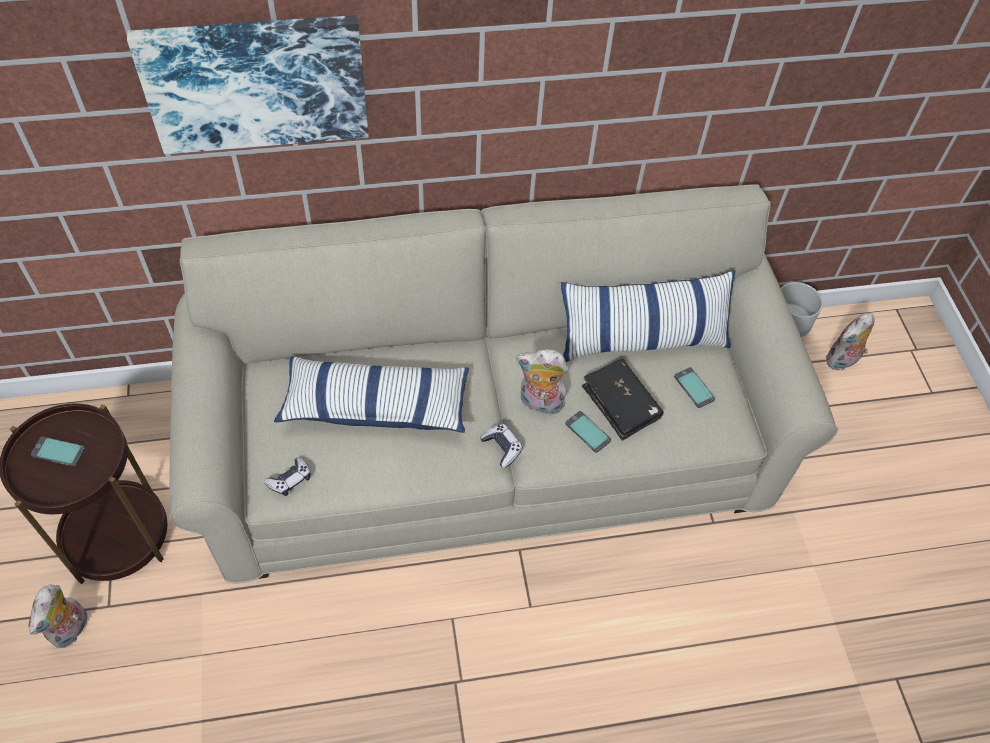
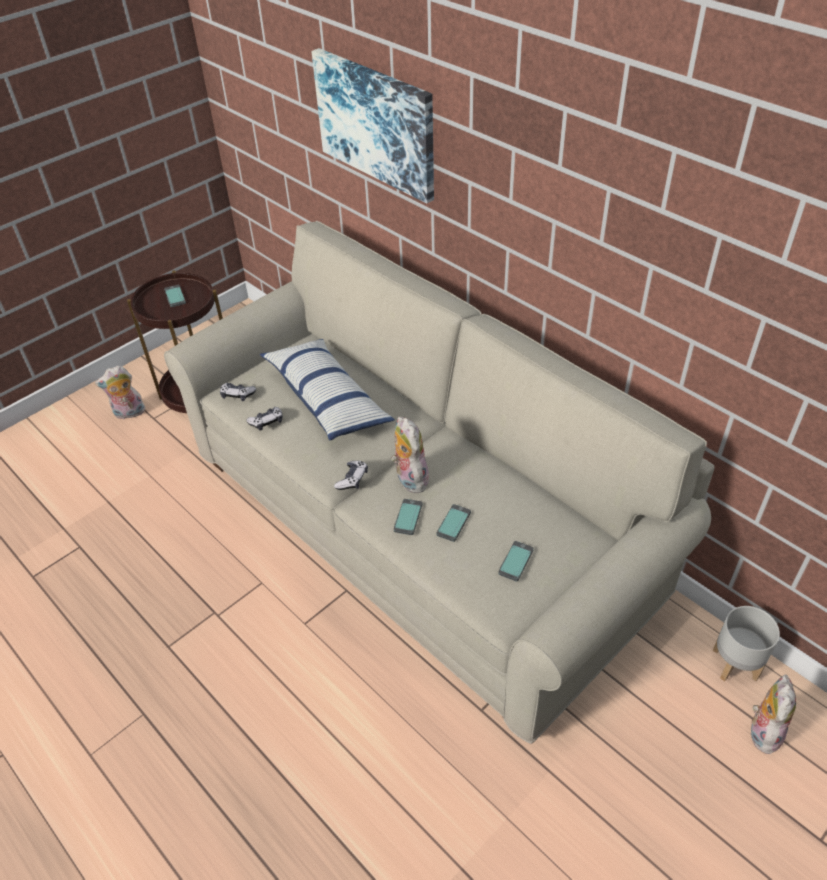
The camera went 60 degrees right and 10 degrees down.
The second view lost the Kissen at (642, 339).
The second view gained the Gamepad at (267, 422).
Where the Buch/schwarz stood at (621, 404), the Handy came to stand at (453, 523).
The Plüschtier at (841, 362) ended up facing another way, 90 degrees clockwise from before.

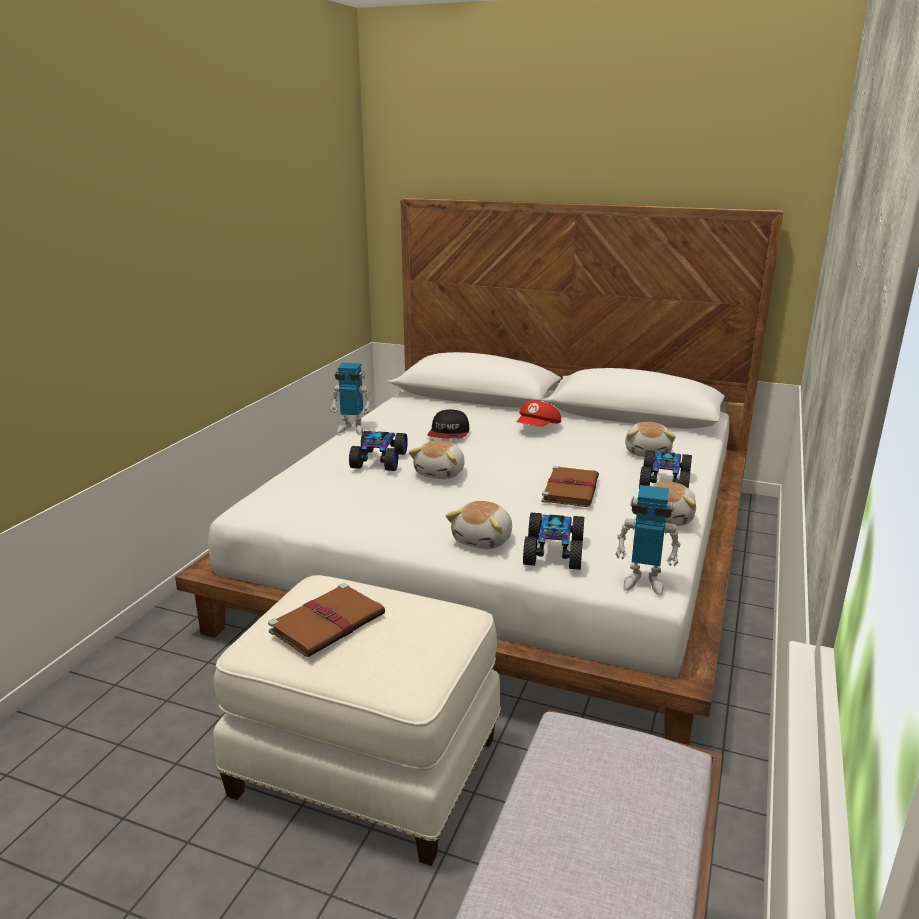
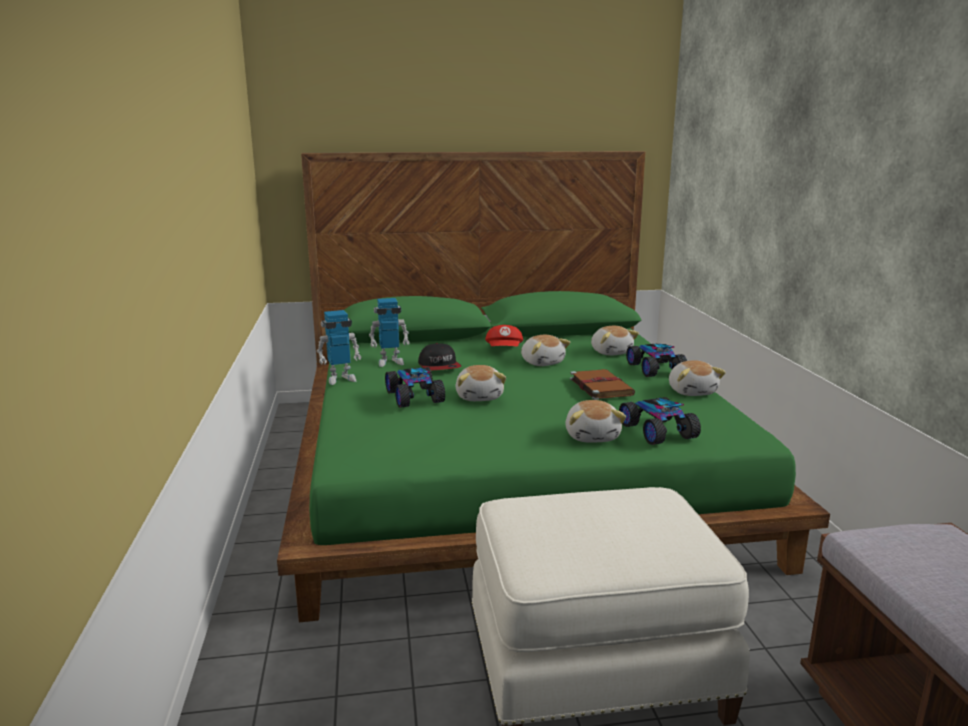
The camera went 30 degrees left and 5 degrees down.
The second view lost the Buch/braun at (329, 622).
The second view gained the Plüschtier at (542, 362).
The Spielzeugroboter ended up elsewhere, having gone from (644, 582) to (390, 362).
What was the Bett/weiß at (507, 554) turned into the Bett/grün at (510, 469).

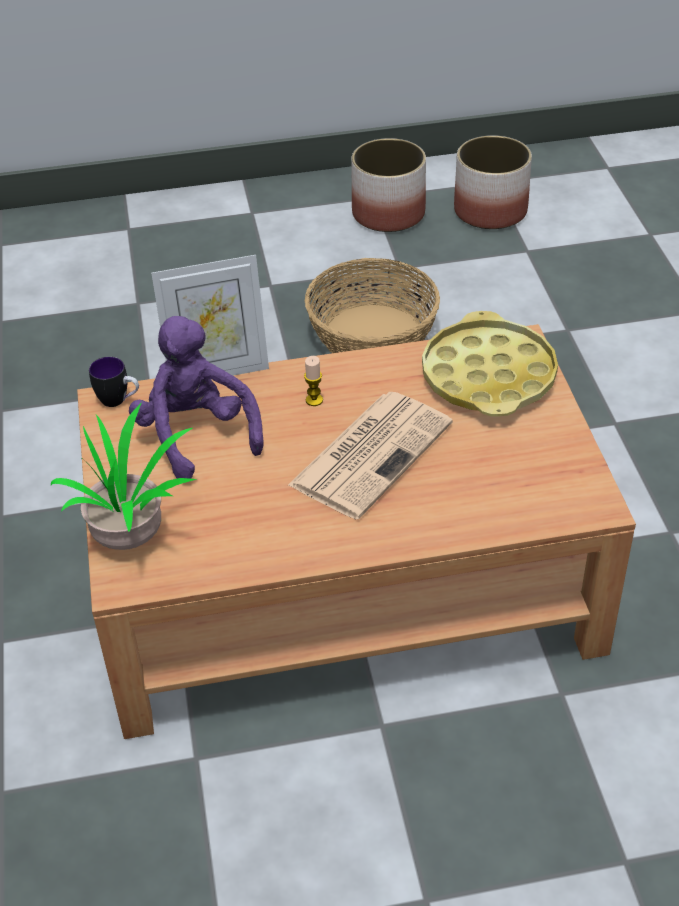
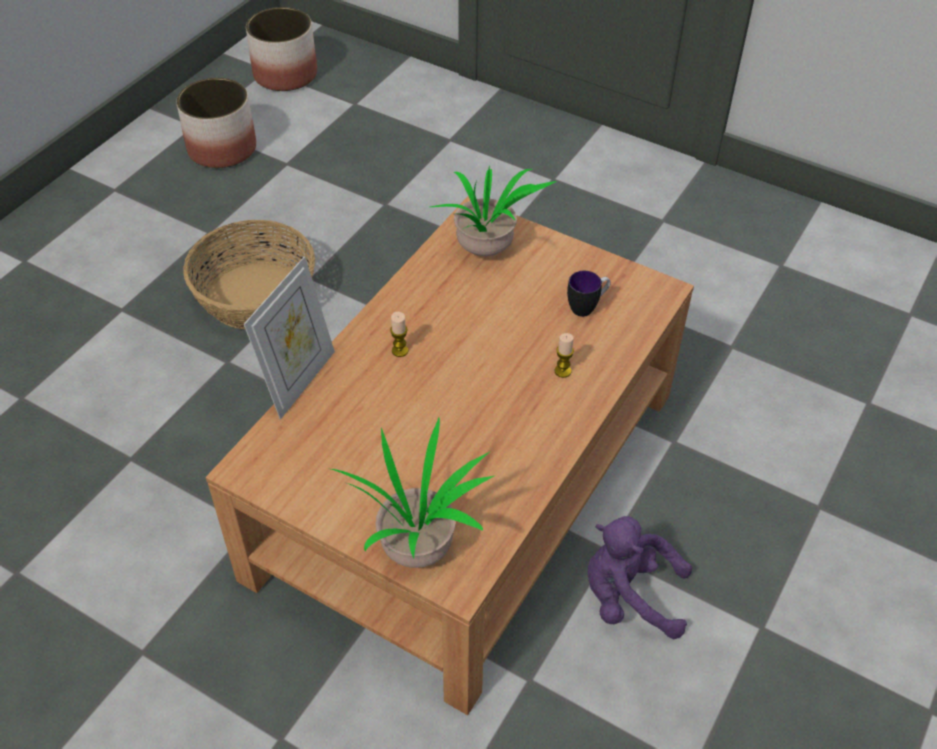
The camera went 50 degrees left and 5 degrees up.
The second view lost the Zeitung at (372, 452).
The second view gained the Kerze at (562, 371).
The Henkelbecher ended up elsewhere, having gone from (119, 401) to (587, 307).
The Plüschtier/lila ended up elsewhere, having gone from (196, 435) to (629, 597).
The Pflanzkübel ended up elsewhere, having gone from (388, 213) to (285, 75).
Where the Tablett/gelb stood at (488, 376), the Topfpflanze came to stand at (487, 252).

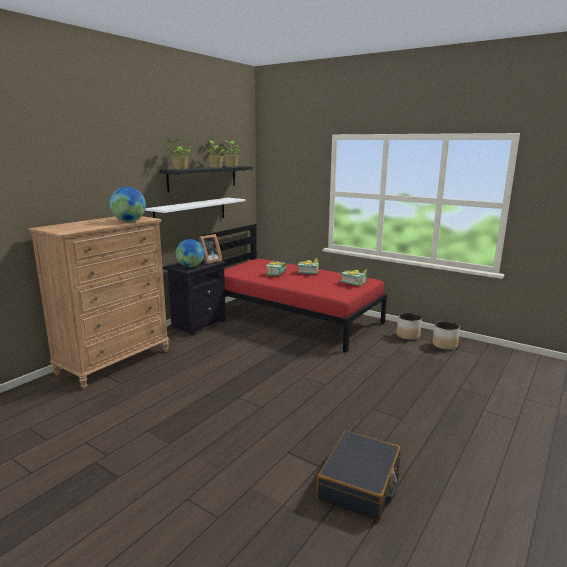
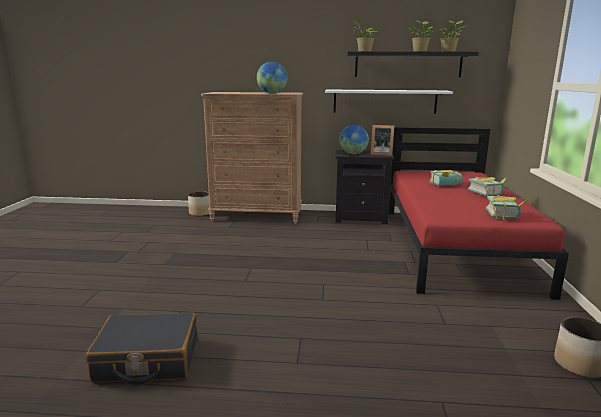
The camera went 60 degrees right and 0 degrees up.
The Pflanzkübel ended up elsewhere, having gone from (408, 336) to (200, 213).

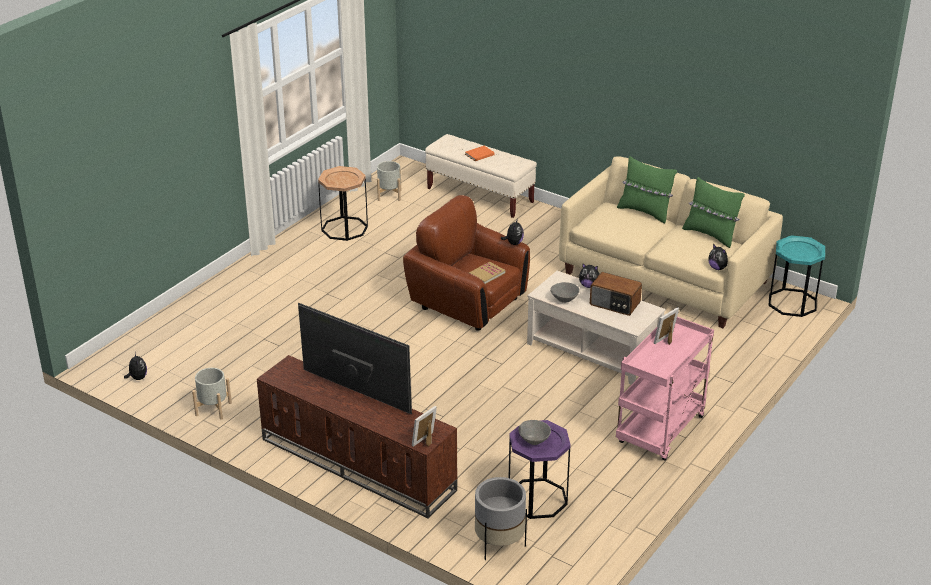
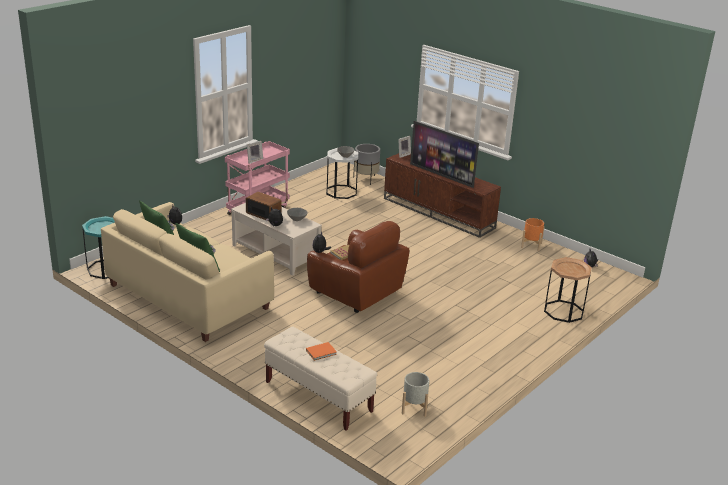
The camera went 175 degrees left and 5 degrees down.
The Beistelltisch/braun ended up elsewhere, having gone from (344, 228) to (563, 311).
What was the Pflanzkübel/grau at (213, 409) turned into the Pflanzkübel/orange at (531, 245).
What was the Beistelltisch/lila at (537, 498) turned into the Beistelltisch/weiß at (341, 192).

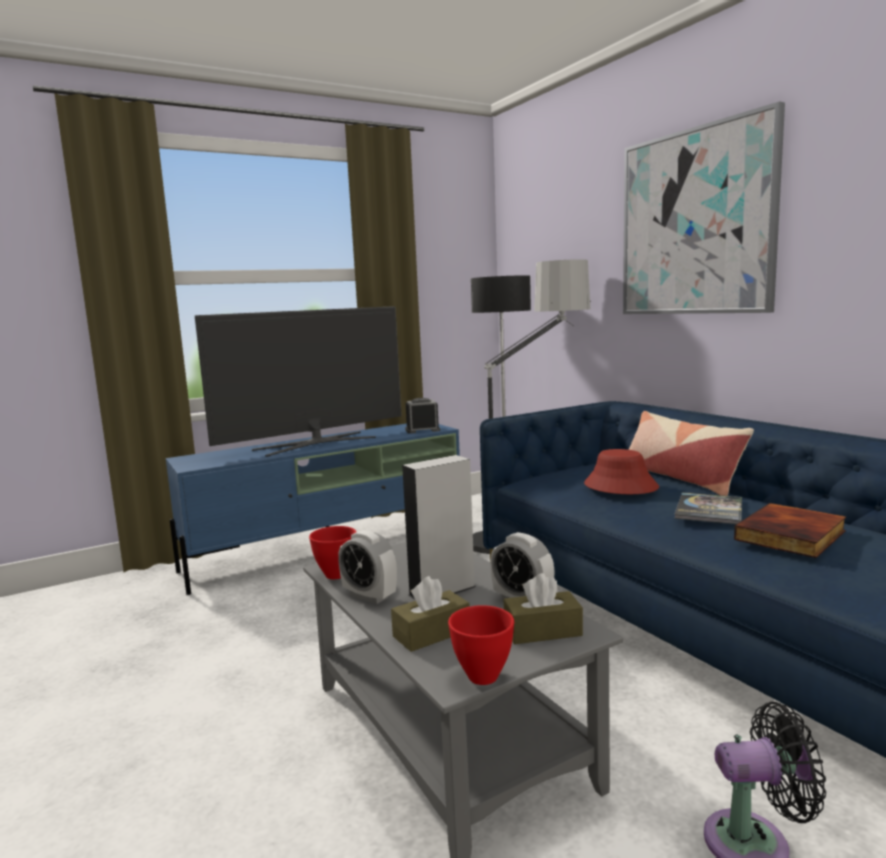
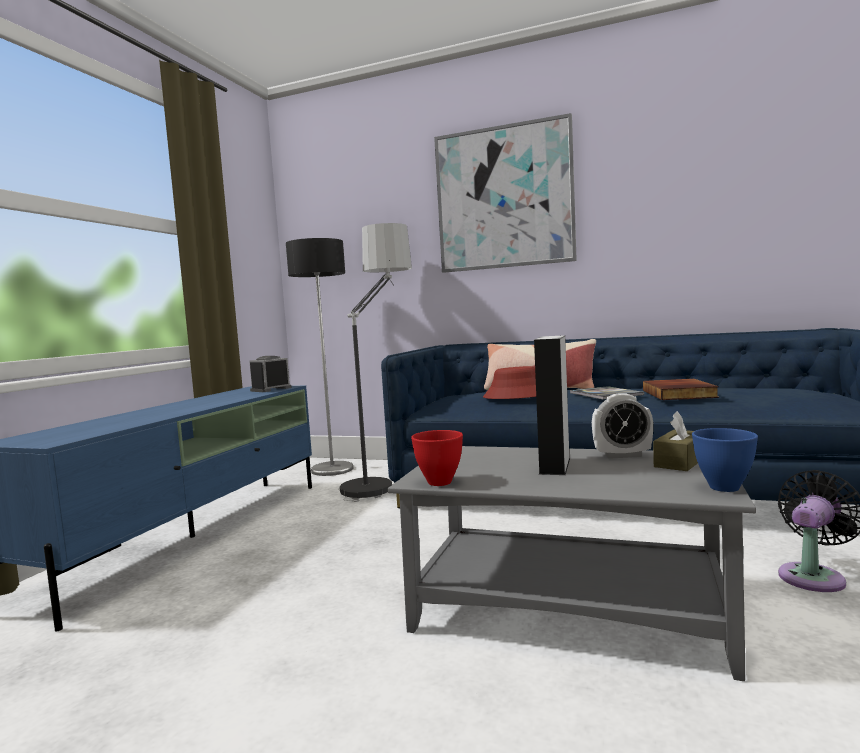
The camera went 40 degrees left and 5 degrees down.
The second view lost the Fernseher at (316, 443).
The second view lost the Wecker at (369, 596).
The second view lost the Taschentuchbox/braun at (431, 633).
What was the Schüssel/rot at (484, 677) turned into the Schüssel/blau at (725, 487).

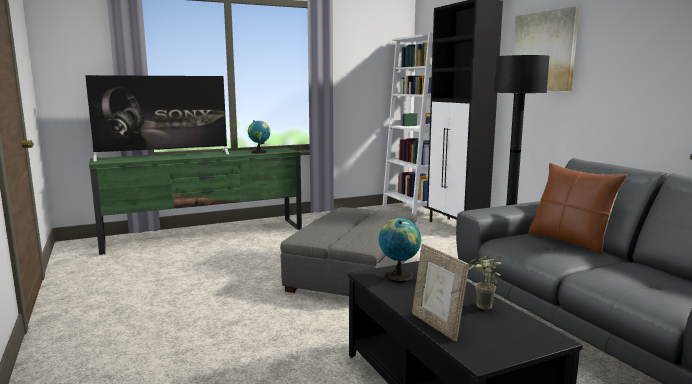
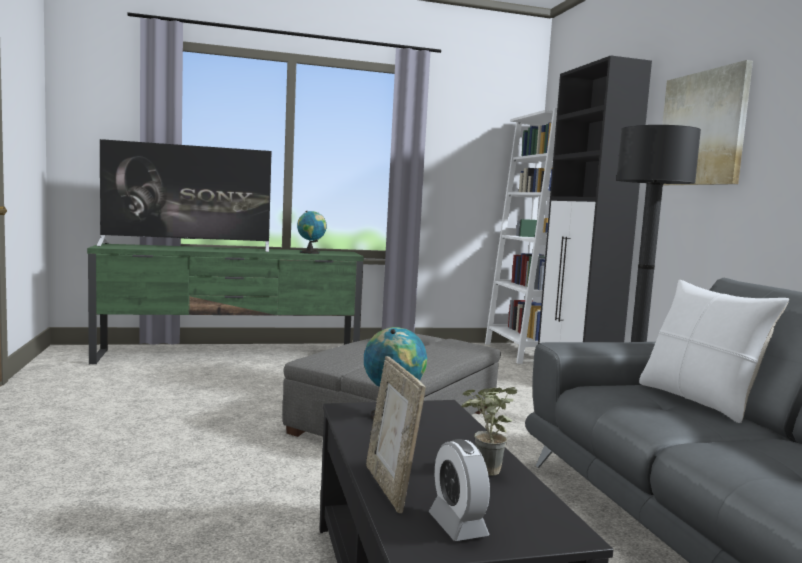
The camera went 10 degrees right and 5 degrees down.
The second view gained the Wecker at (457, 525).
What was the Kissen/braun at (569, 241) turned into the Kissen/weiß at (699, 401).

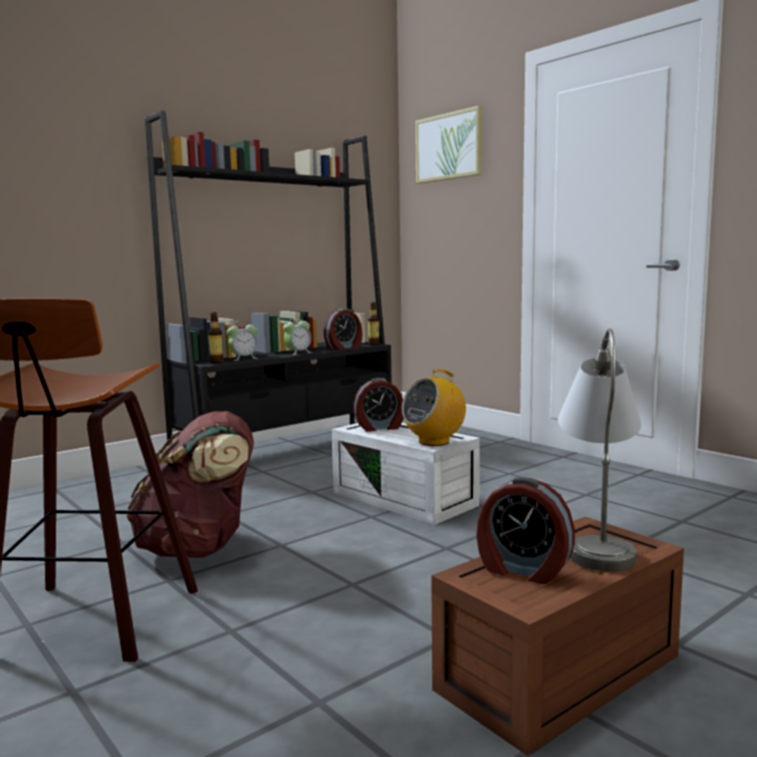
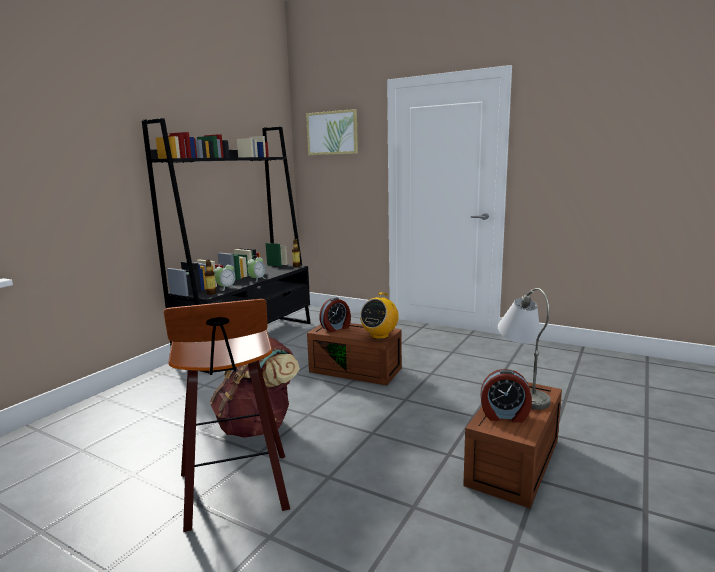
The camera went 20 degrees left and 5 degrees up.
The second view lost the Wecker at (344, 347).
What was the Aufbewahrungsbox/weiß at (407, 499) turned into the Aufbewahrungsbox/braun at (357, 369).

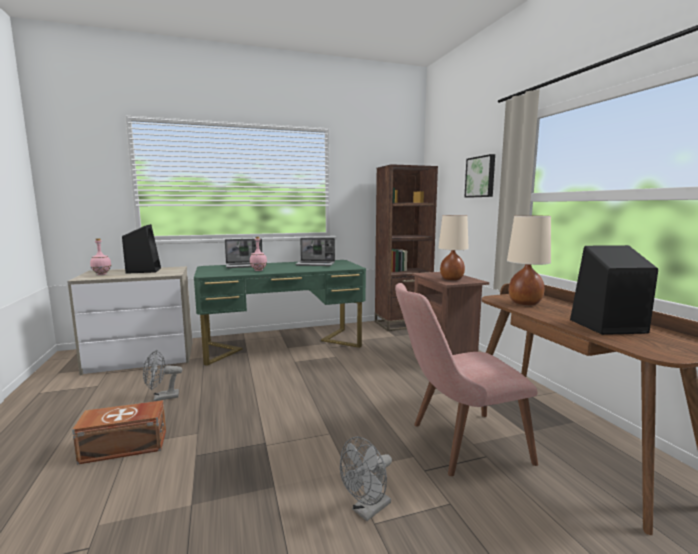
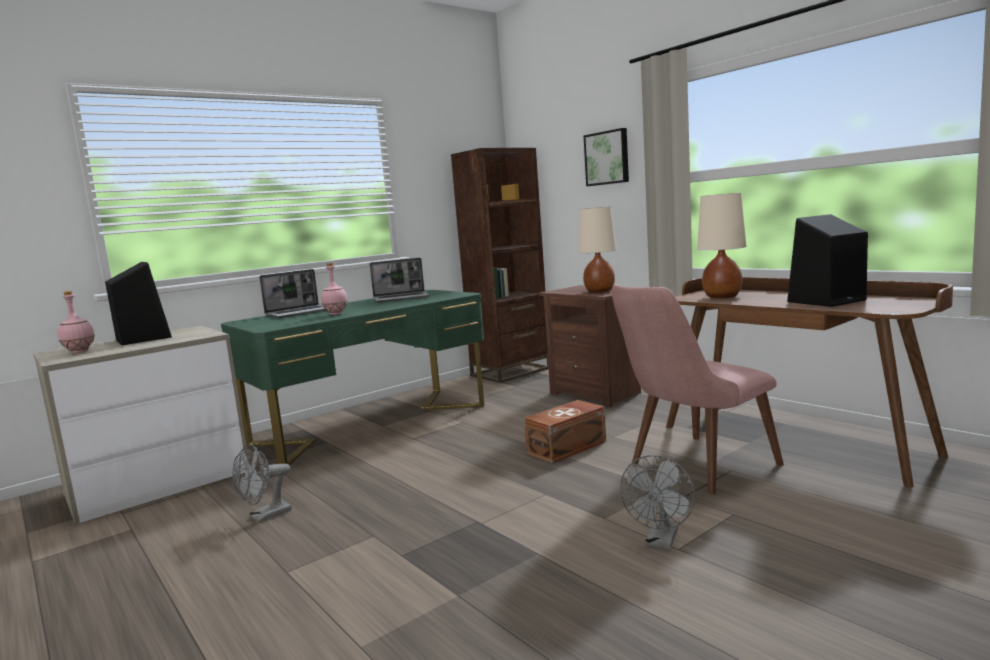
The camera went 20 degrees left and 0 degrees up.
The Aufbewahrungsbox/braun ended up elsewhere, having gone from (125, 447) to (568, 447).

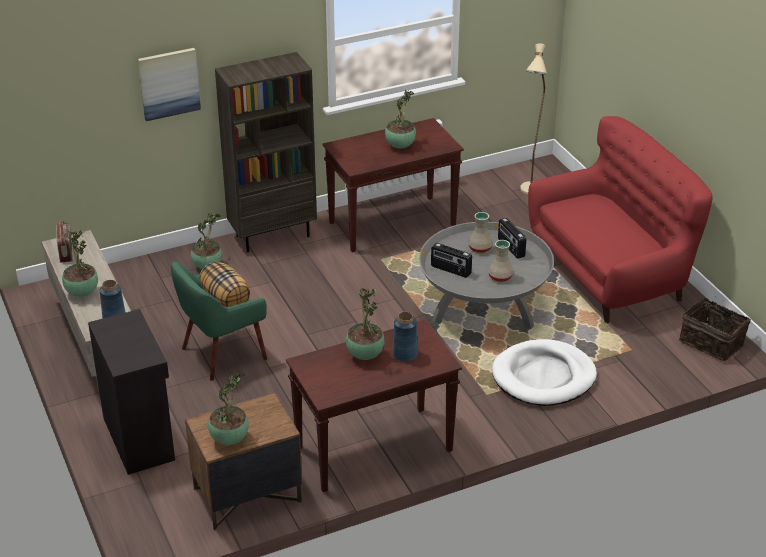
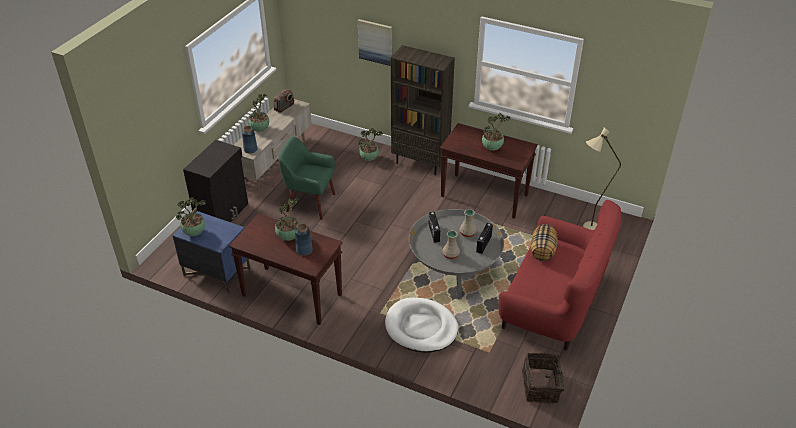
The camera went 50 degrees right and 5 degrees up.
The Kissen ended up elsewhere, having gone from (226, 299) to (542, 251).
What was the Nachttisch/braun at (247, 495) turned into the Nachttisch/blau at (216, 272).

